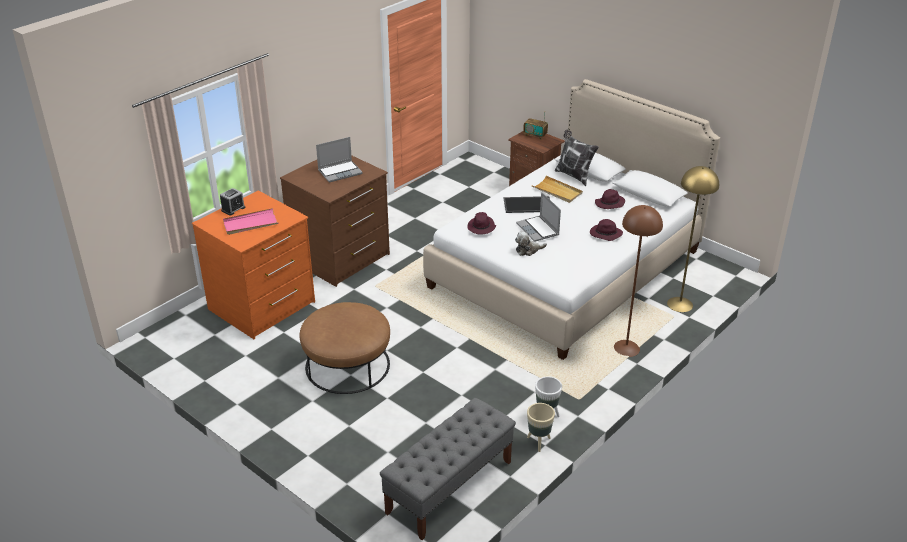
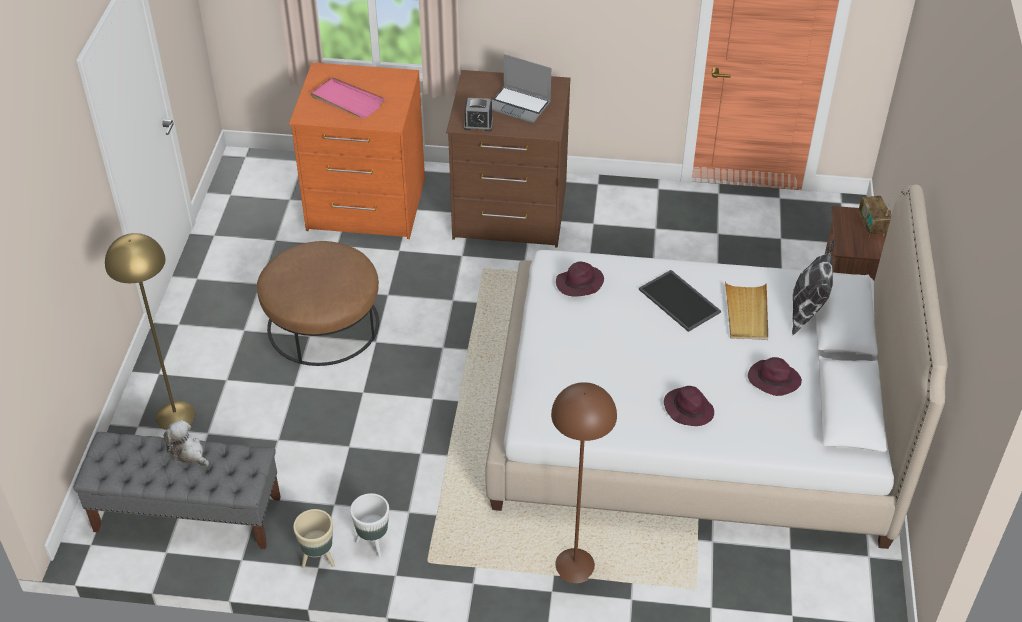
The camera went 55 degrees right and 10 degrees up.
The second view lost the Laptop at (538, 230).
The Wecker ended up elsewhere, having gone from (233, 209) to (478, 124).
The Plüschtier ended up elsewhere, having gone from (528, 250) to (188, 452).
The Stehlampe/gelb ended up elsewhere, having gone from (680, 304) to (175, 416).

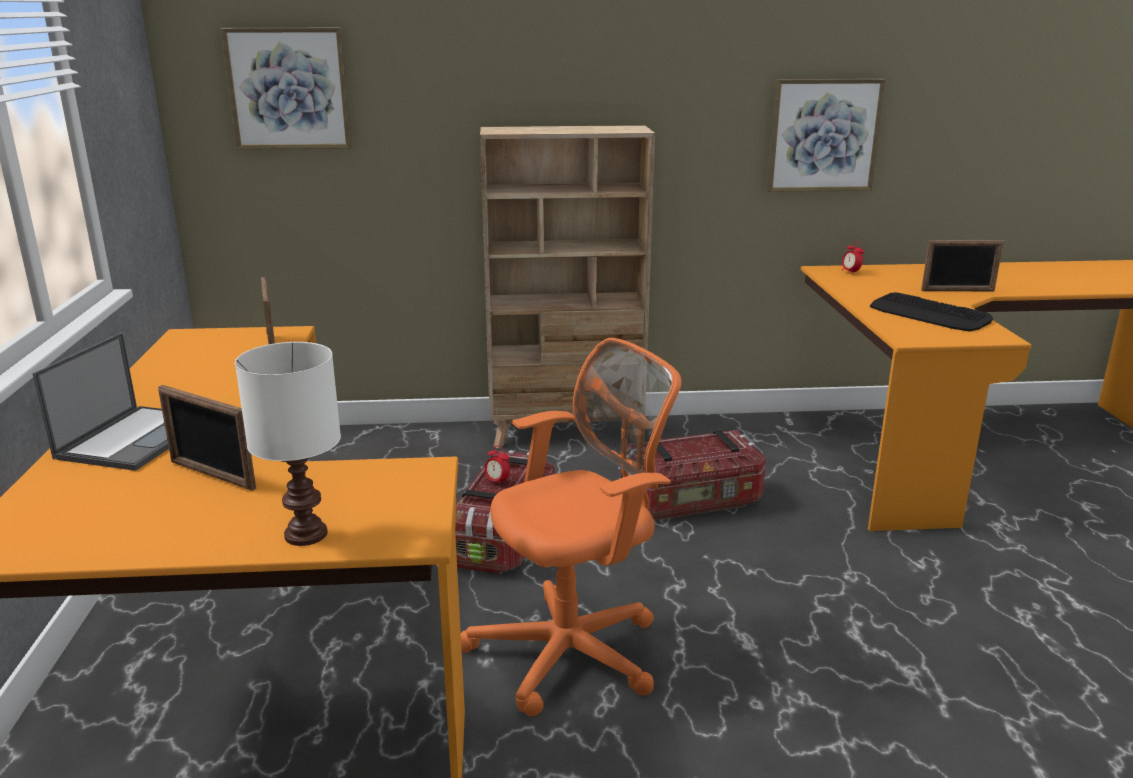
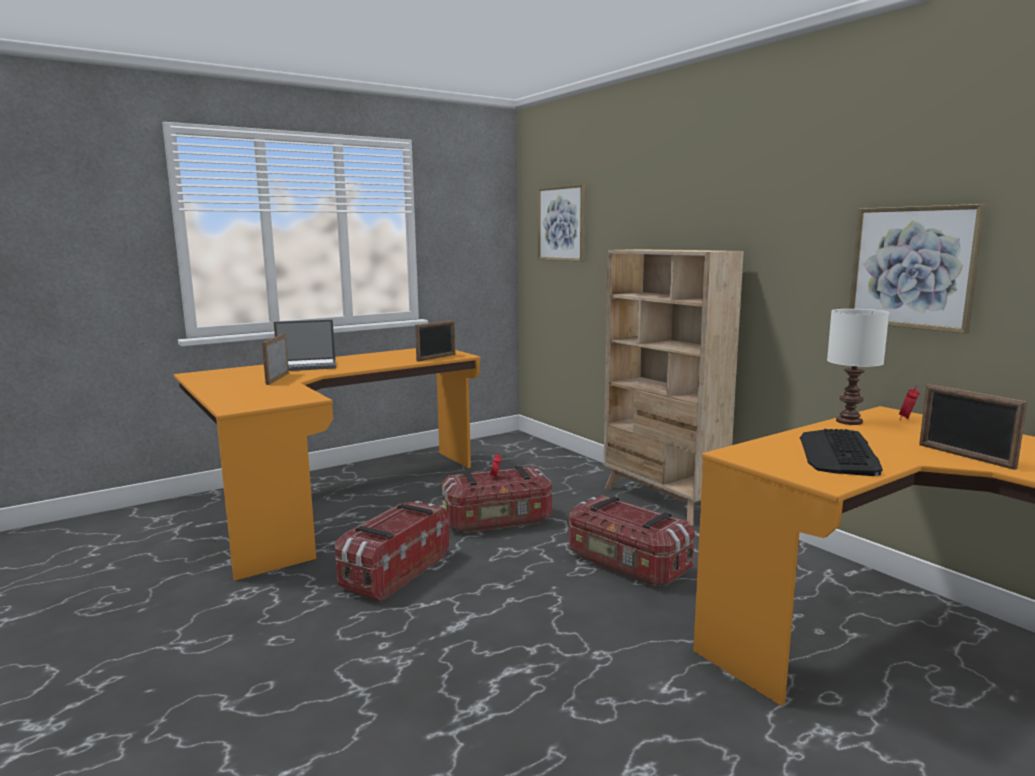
The camera went 60 degrees right and 10 degrees down.
The Tischlampe/weiß ended up elsewhere, having gone from (307, 534) to (850, 421).
Where the Bürostuhl/orange stood at (574, 651), the Aufbewahrungsbox came to stand at (394, 572).

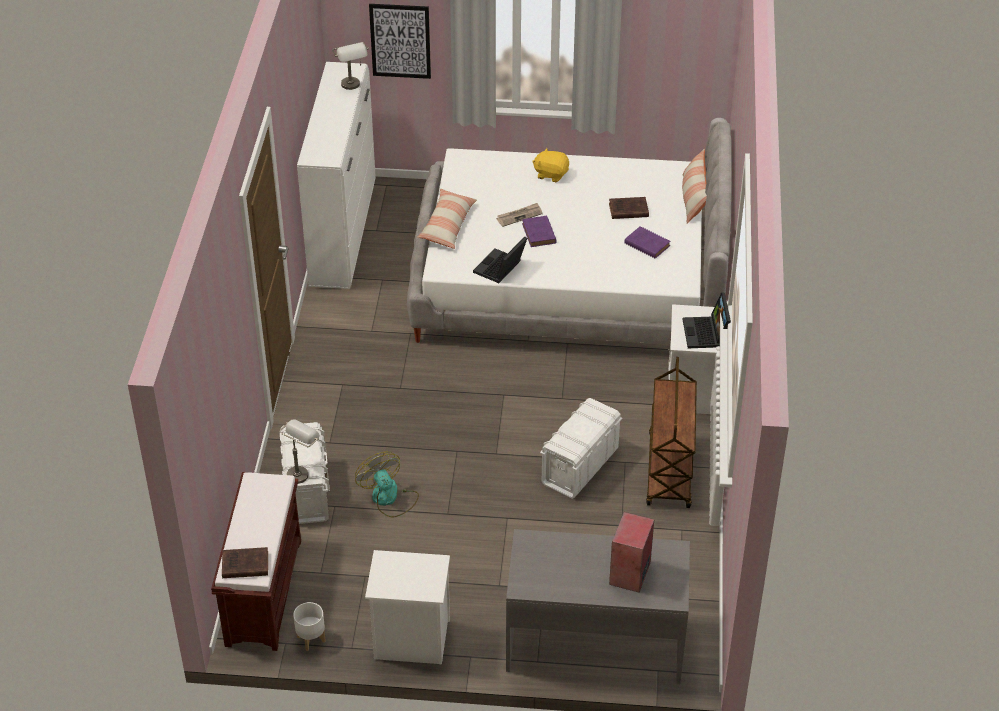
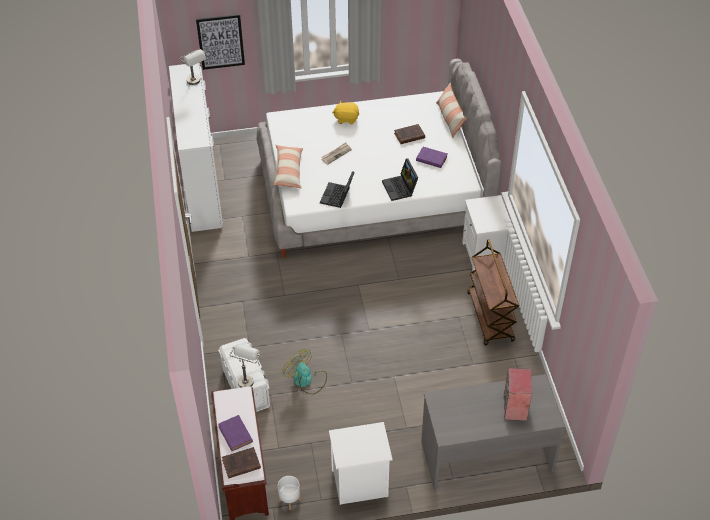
The camera went 15 degrees left and 5 degrees up.
The second view lost the Aufbewahrungsbox/weiß at (579, 466).
The Buch/lila ended up elsewhere, having gone from (539, 234) to (236, 435).
The Laptop ended up elsewhere, having gone from (706, 334) to (400, 188).

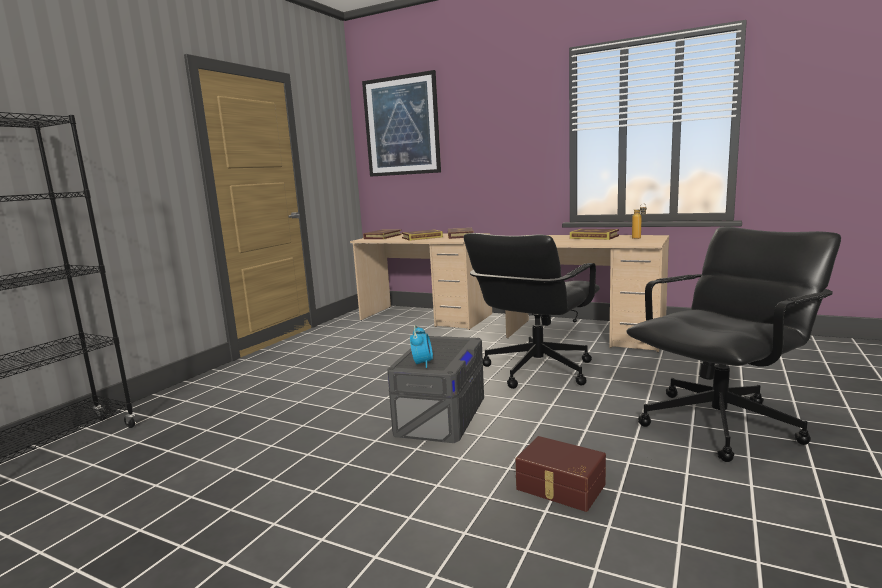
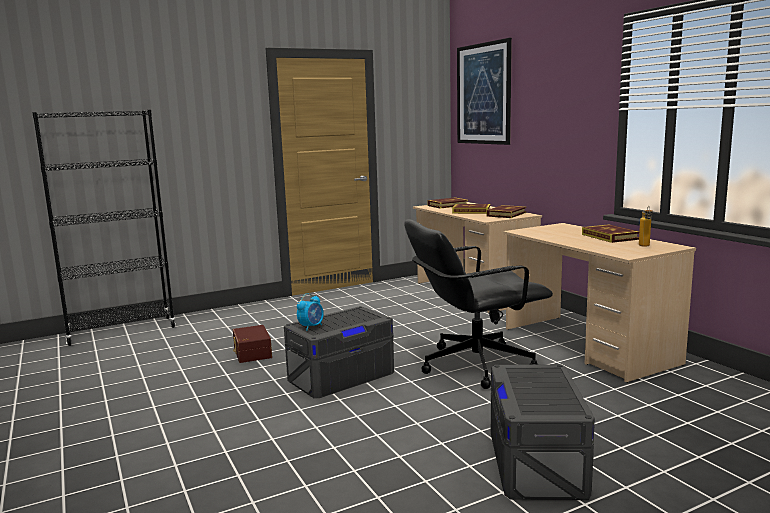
The camera went 35 degrees right and 0 degrees up.
The Aufbewahrungsbox/braun ended up elsewhere, having gone from (560, 487) to (251, 353).
Where the Bürostuhl/schwarz stood at (721, 425), the Aufbewahrungsbox/grau came to stand at (536, 461).

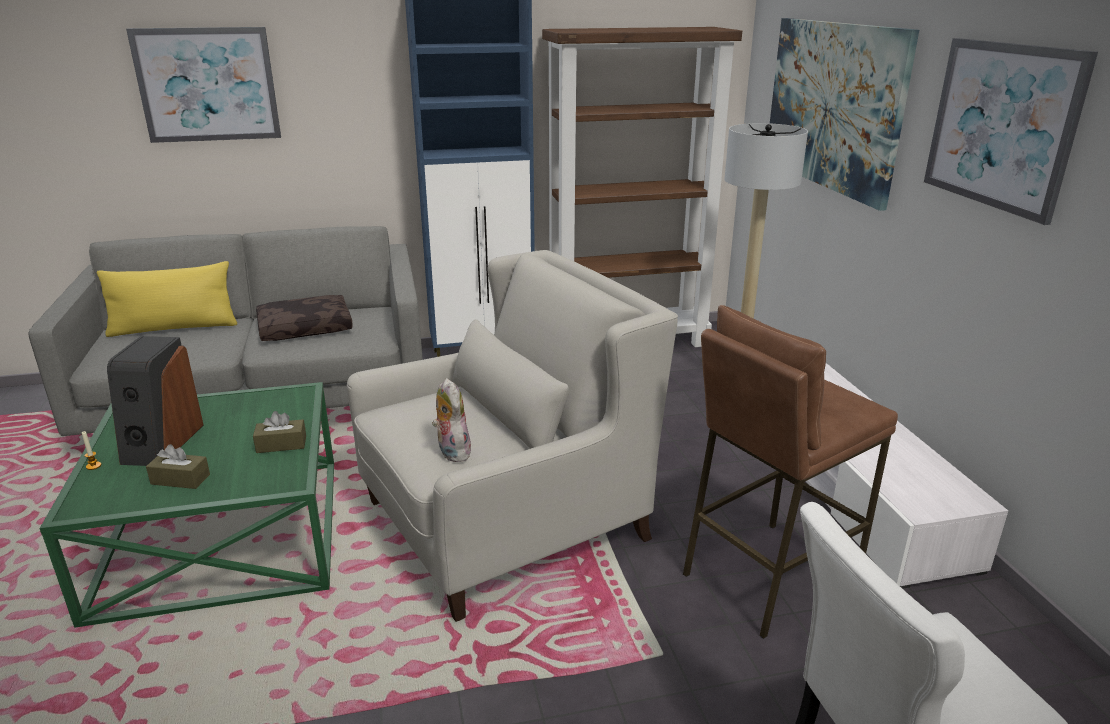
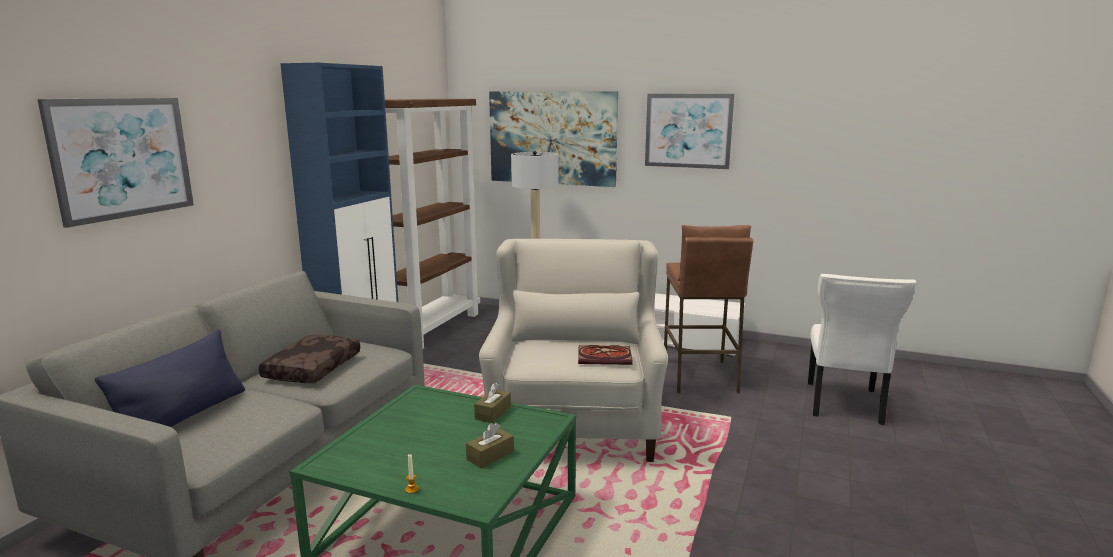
The camera went 55 degrees left and 10 degrees down.
The second view lost the Lautsprecher at (162, 443).
Where the Plüschtier stood at (451, 452), the Buch came to stand at (606, 357).
What was the Kissen/gelb at (174, 328) turned into the Kissen/blau at (184, 417).

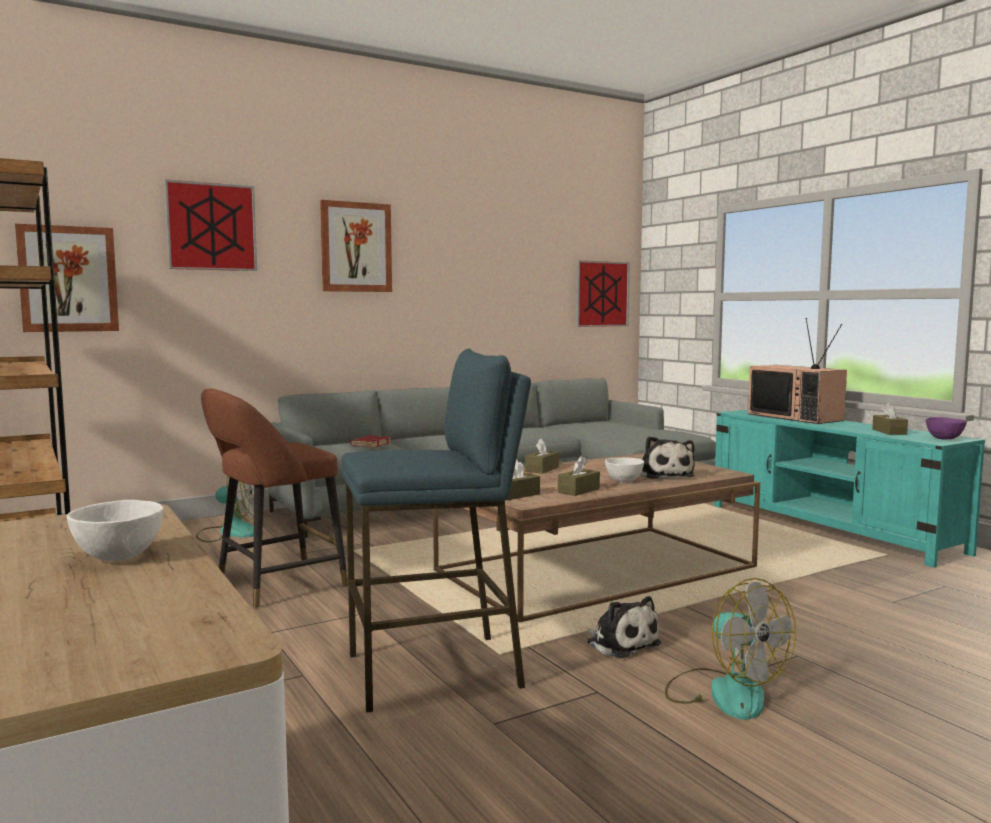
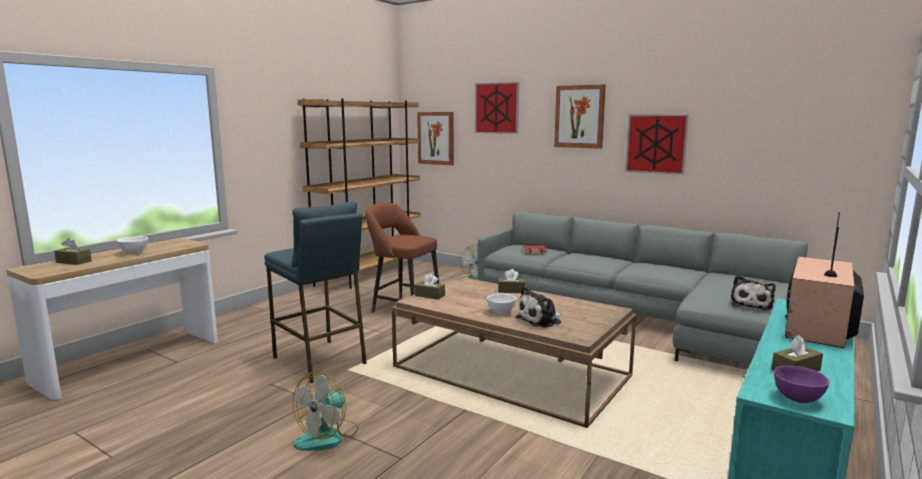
The camera went 65 degrees right and 5 degrees up.
The Taschentuchbox/braun ended up elsewhere, having gone from (578, 490) to (74, 262).
The Bild ended up elsewhere, having gone from (602, 294) to (656, 144).
The Plüschtier ended up elsewhere, having gone from (620, 643) to (751, 304).

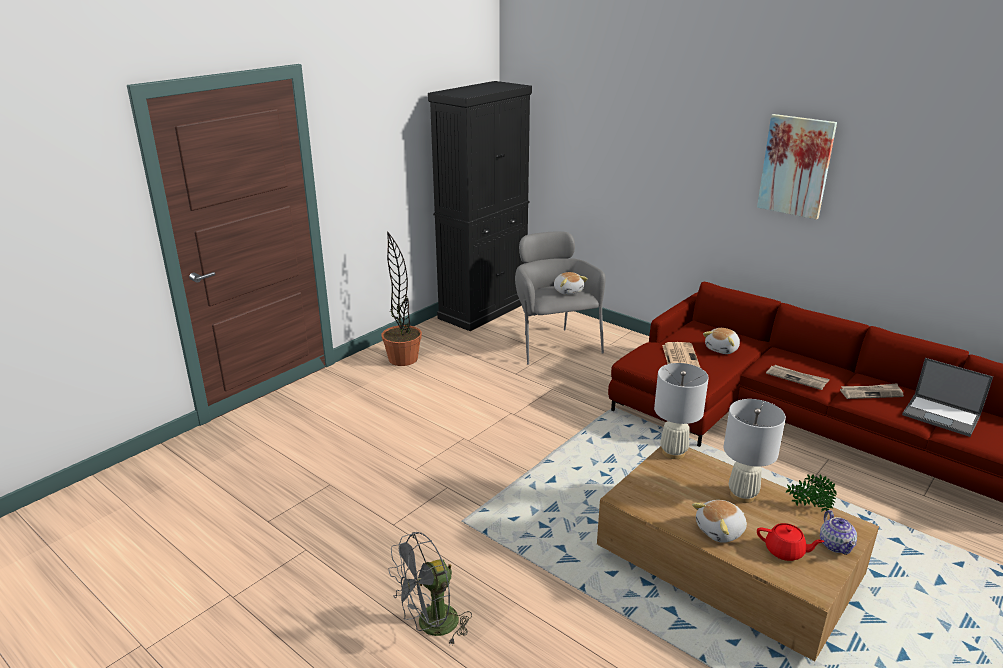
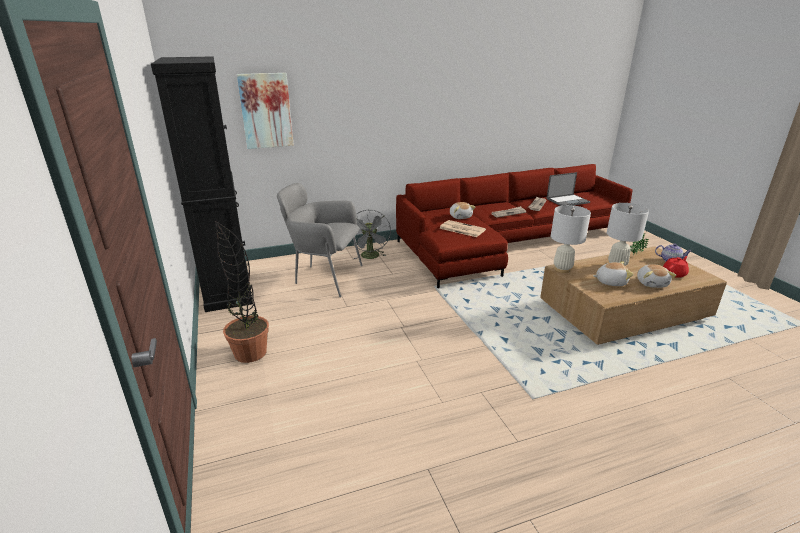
The camera went 60 degrees left and 0 degrees up.
The Ventilator/grau ended up elsewhere, having gone from (431, 626) to (371, 257).
The Plüschtier ended up elsewhere, having gone from (568, 291) to (610, 282).
The Bild ended up elsewhere, having gone from (796, 166) to (266, 111).

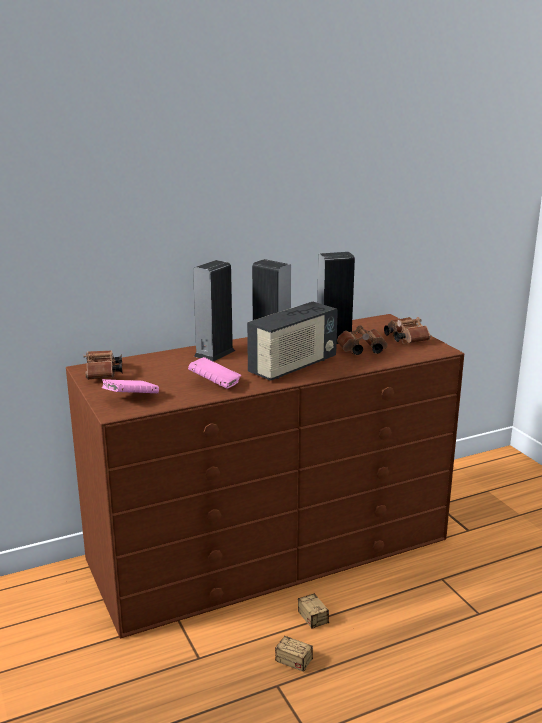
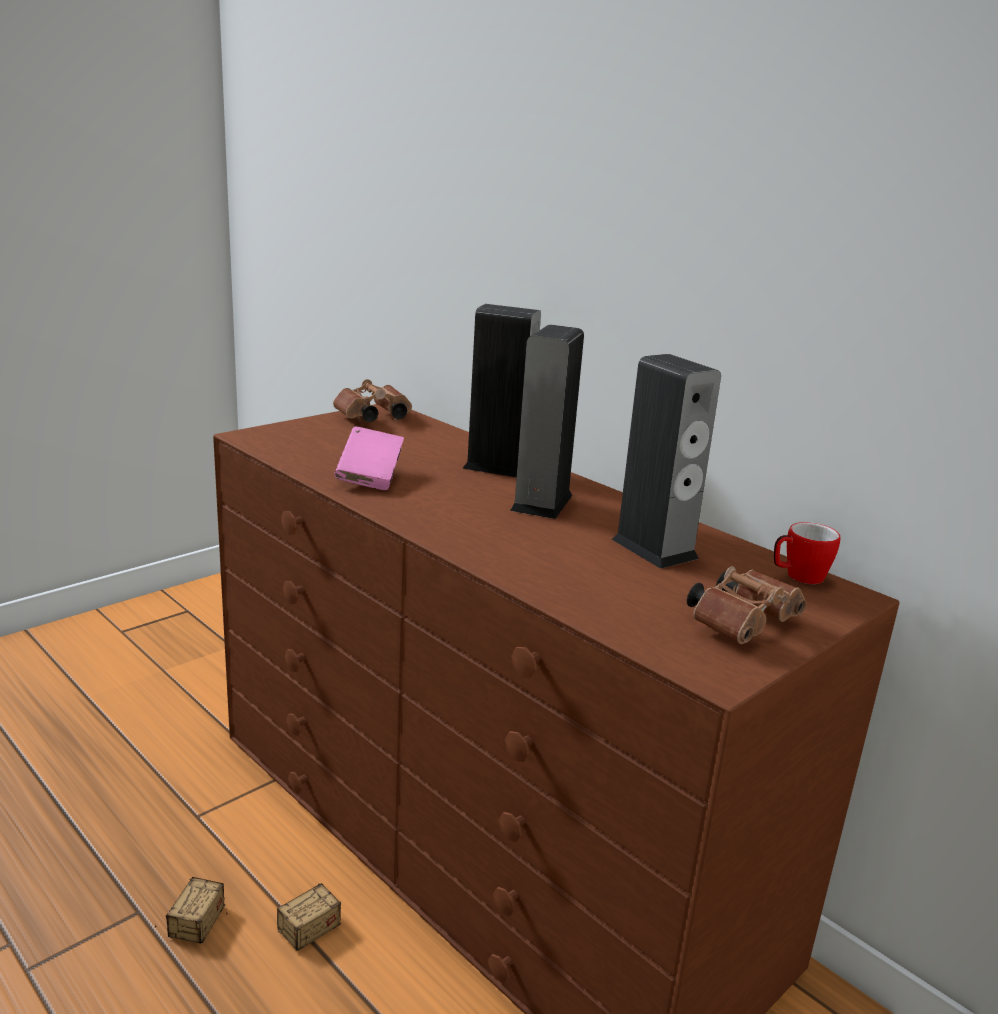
The camera went 70 degrees right and 0 degrees up.
The second view lost the Buch/rosa at (131, 398).
The second view lost the Radio at (293, 366).
The second view lost the Fernglas/braun at (361, 351).
The second view gained the Henkelbecher at (798, 577).

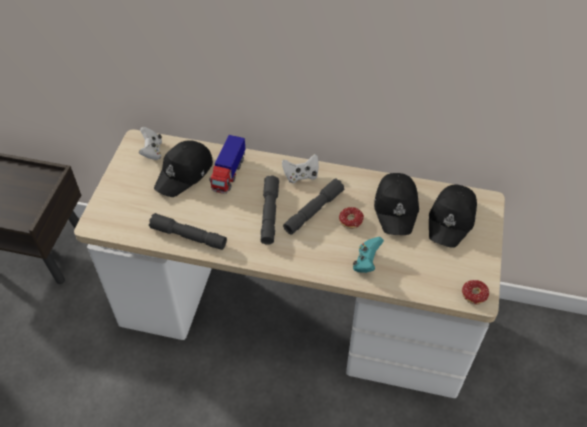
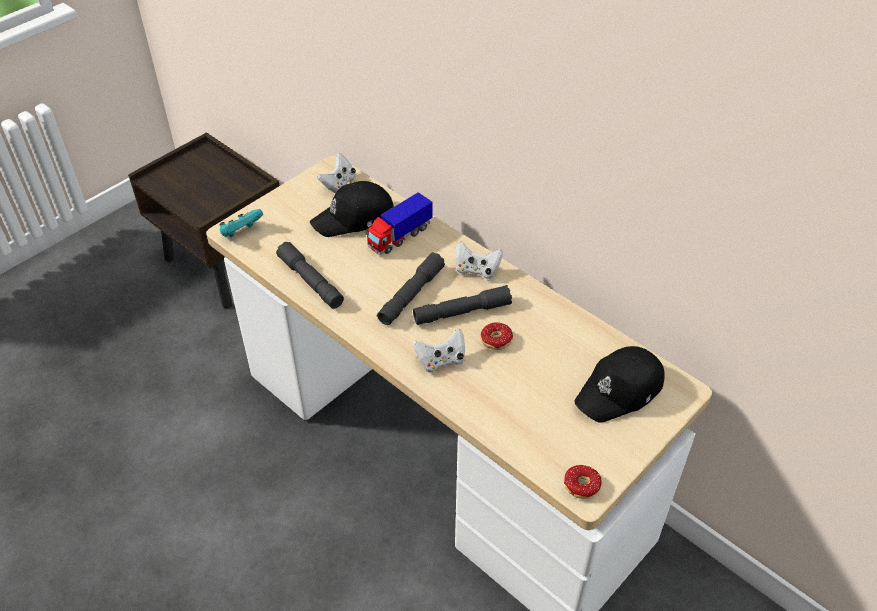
The camera went 30 degrees right and 5 degrees down.
The second view lost the Kappe/schwarz at (396, 208).
The second view gained the Gamepad/weiß at (441, 361).
The Gamepad/türkis ended up elsewhere, having gone from (366, 262) to (241, 232).

